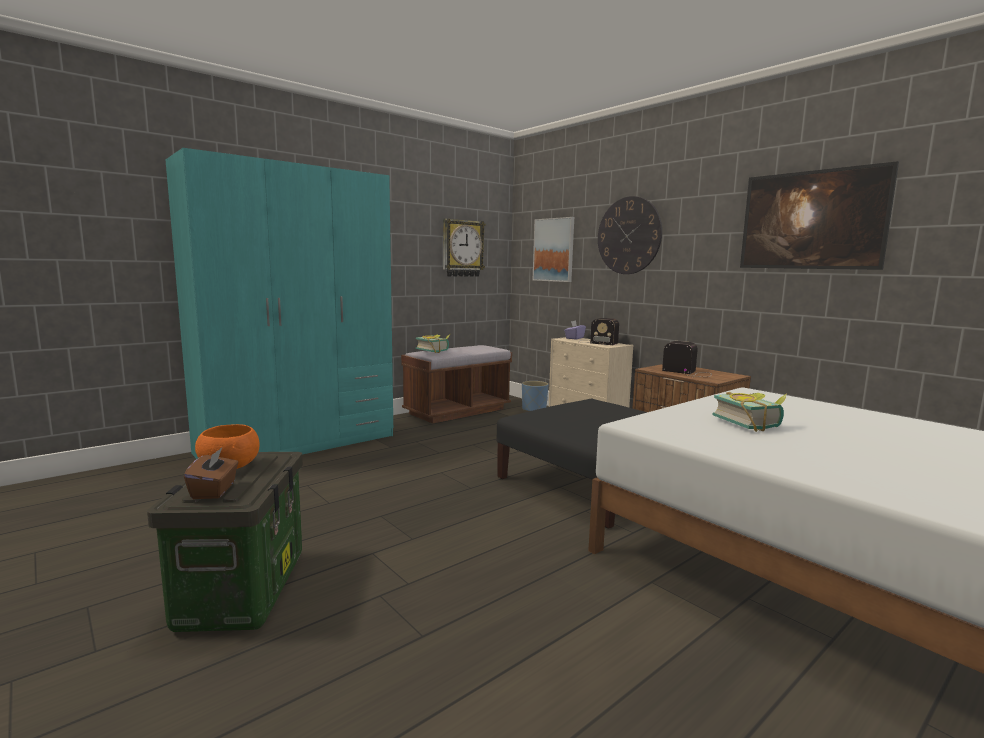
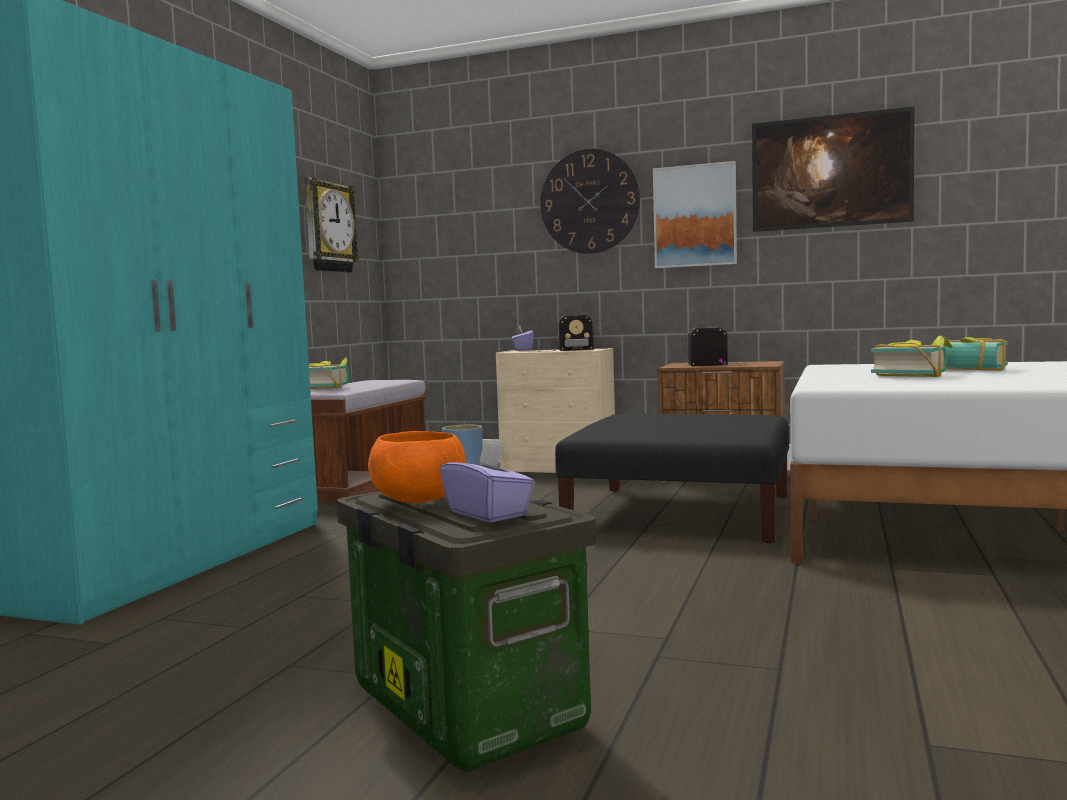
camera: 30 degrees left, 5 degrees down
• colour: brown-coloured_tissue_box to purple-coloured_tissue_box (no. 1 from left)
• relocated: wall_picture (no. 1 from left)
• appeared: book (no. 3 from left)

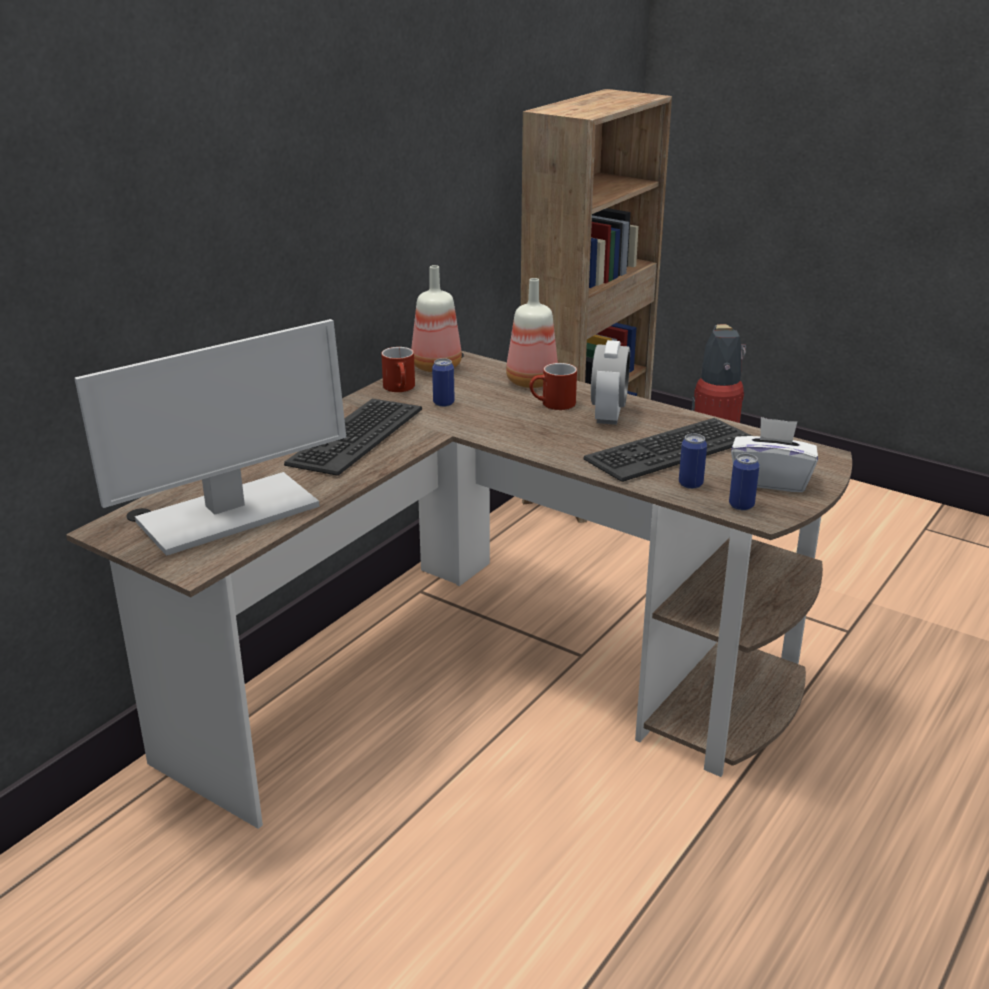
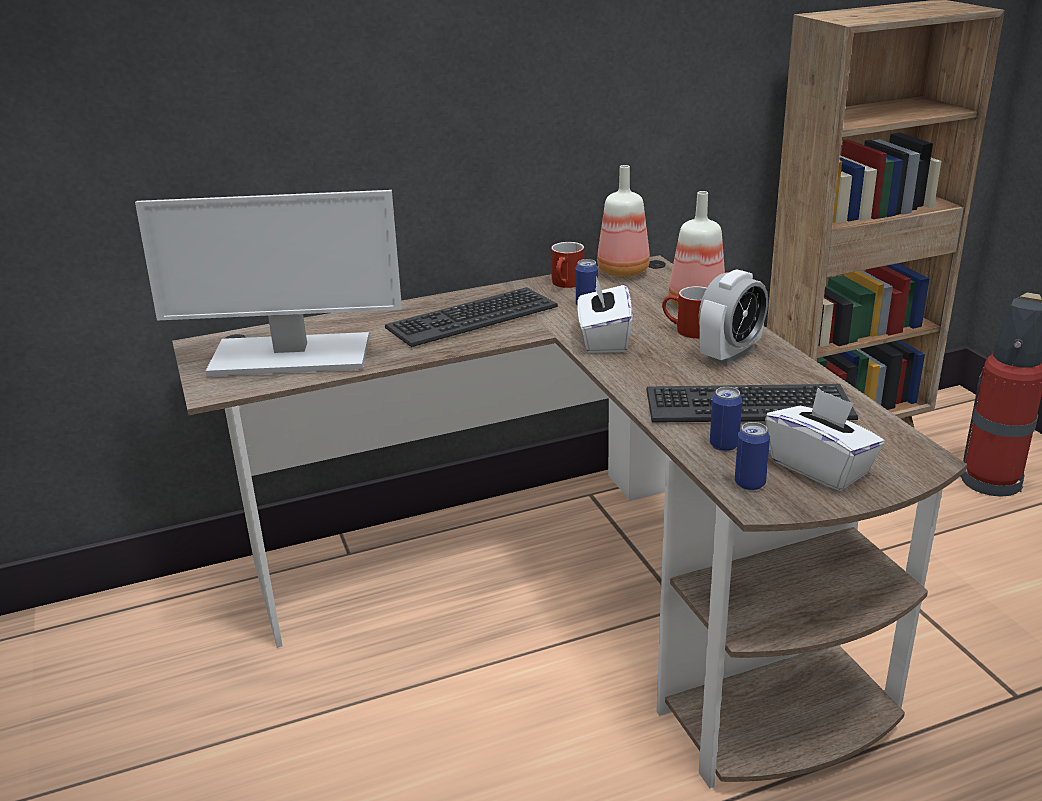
camera: 35 degrees right, 0 degrees up
• appeared: white_tissue_box (no. 1 from left)

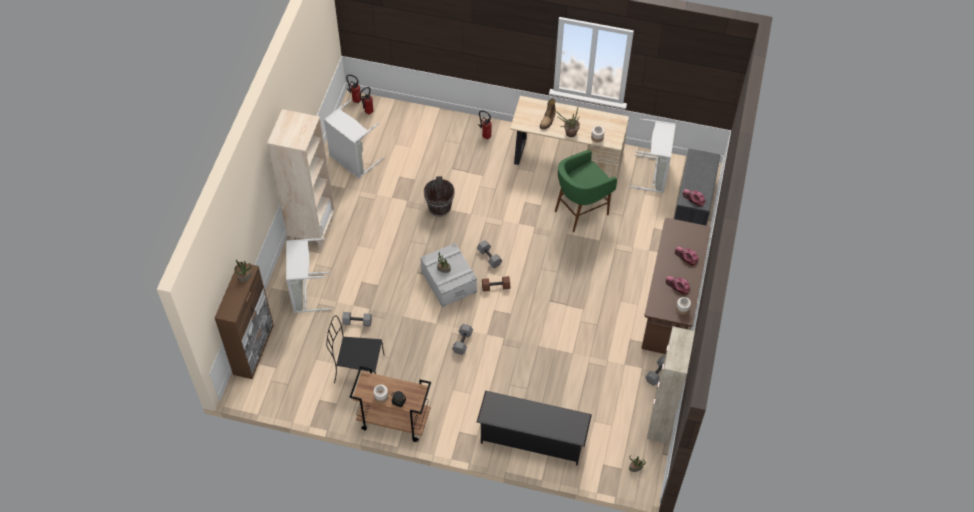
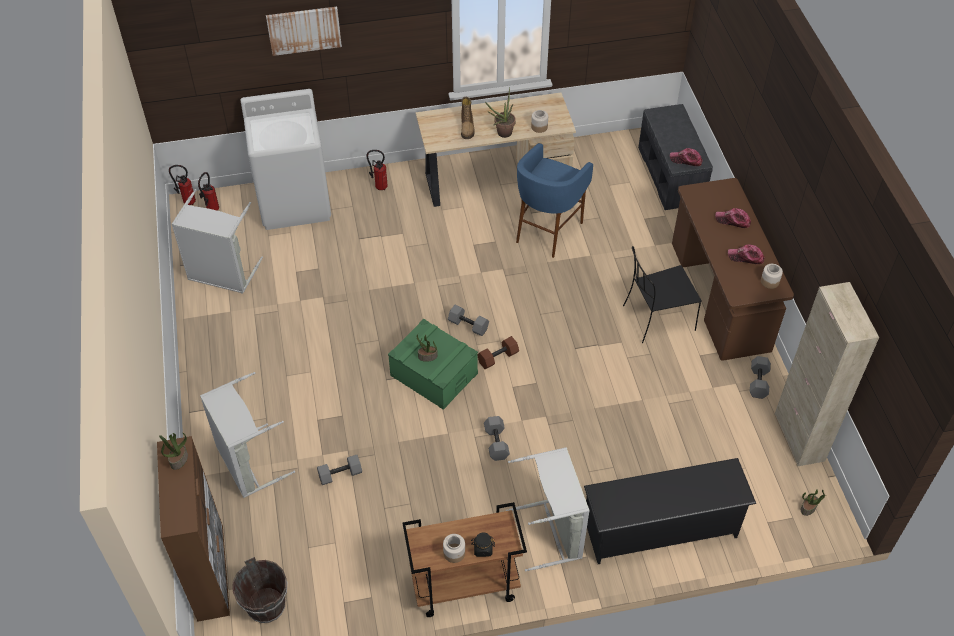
camera: 25 degrees left, 5 degrees down
• missing: beige-coloured_bookcase
• relocated: black_upright_chair
• colour: gray_storage_box to greenish_storage_box
• relocated: brown-coloured_water_bucket
• colour: greenish_sitting_stool to blue_sitting_stool
• relocated: gray_hamper (no. 3 from left)
• appeared: white_washing_machine
• appeared: wall_picture

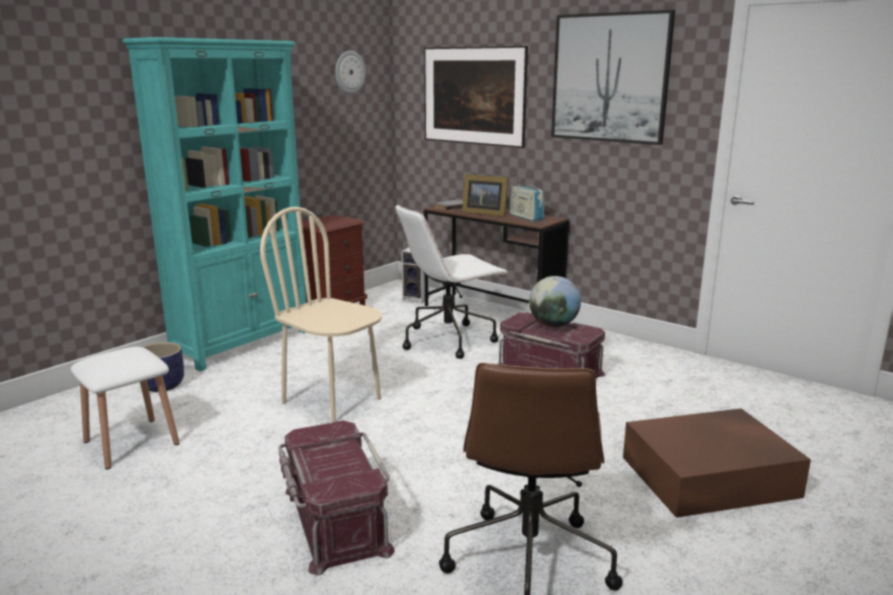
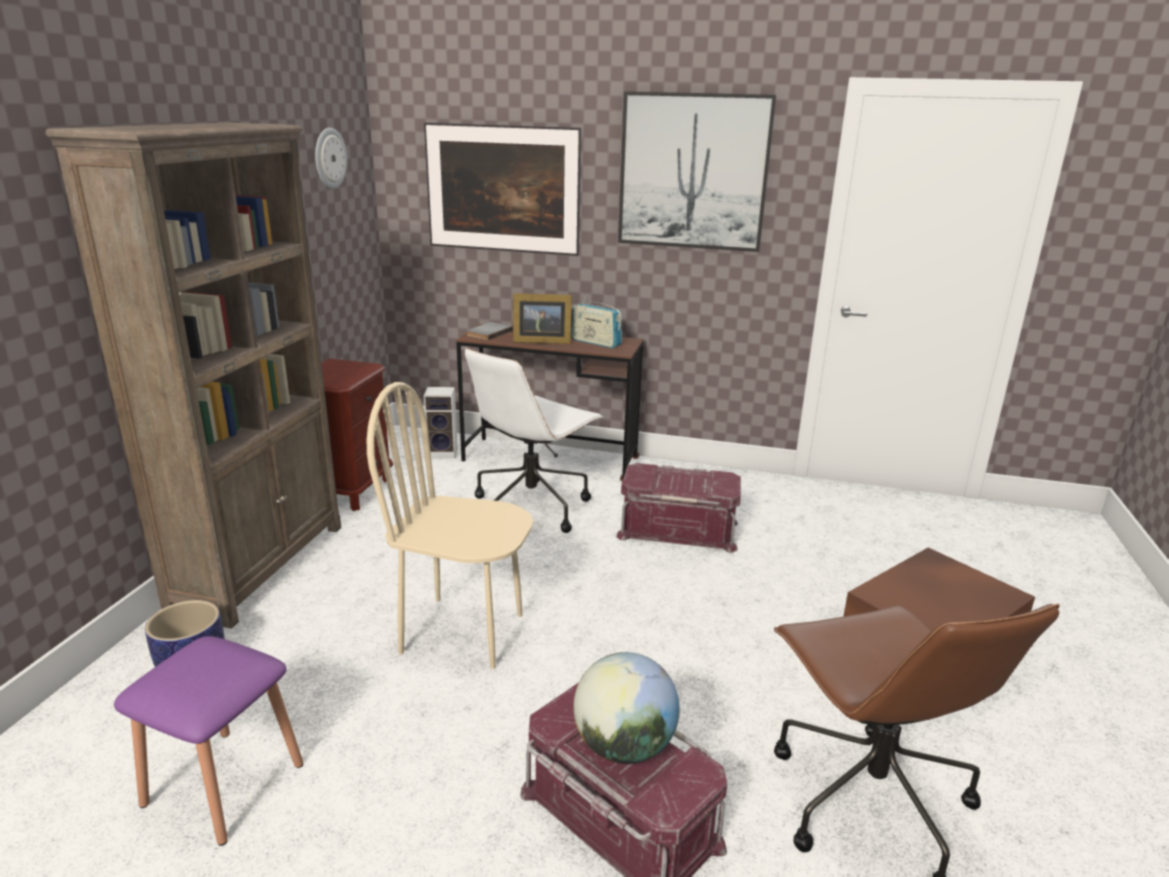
camera: 25 degrees left, 5 degrees up
• colour: white_sitting_stool to purple-coloured_sitting_stool
• colour: blue-green_bookcase to brown-coloured_bookcase
• relocated: globe

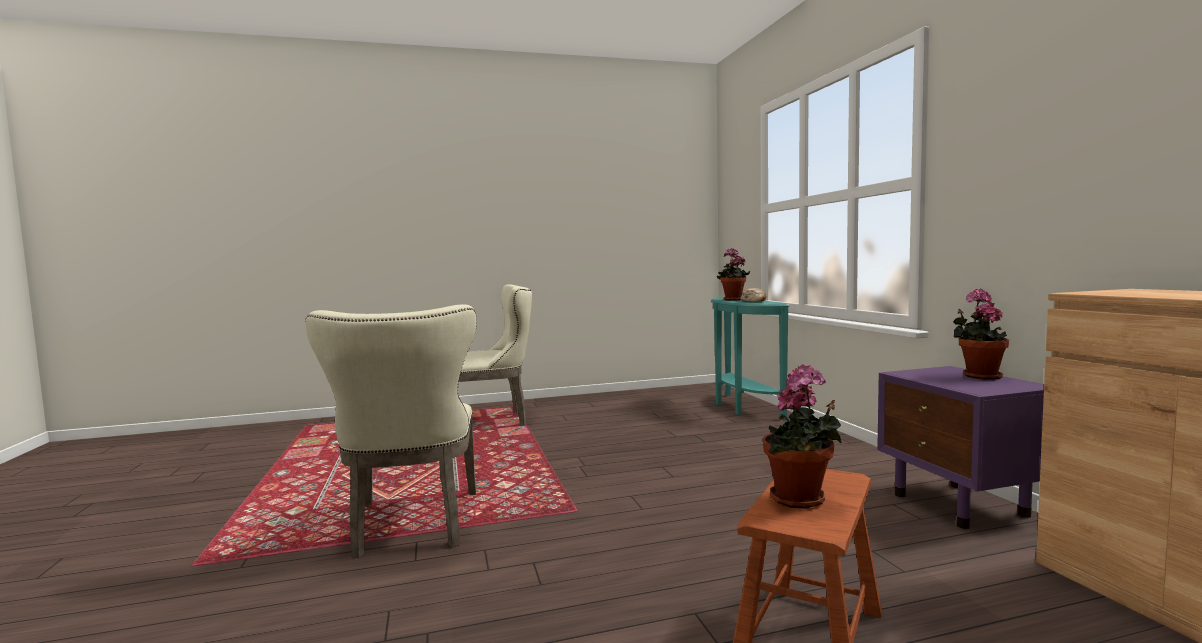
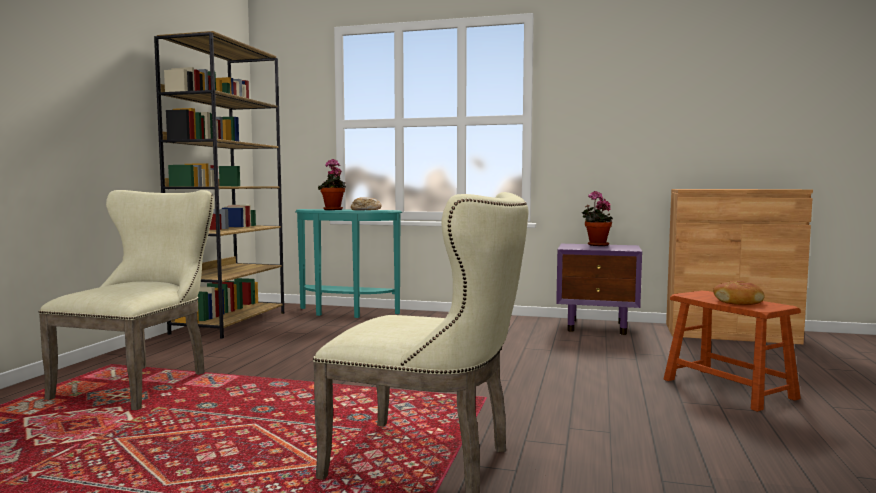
camera: 60 degrees left, 0 degrees up
• exchanged: houseplant (no. 2 from left) to bread (no. 2 from left)
• appeared: brown-coloured_bookcase

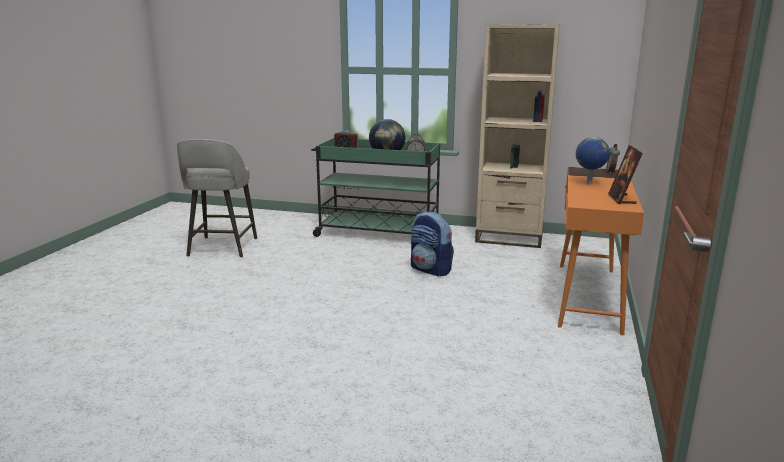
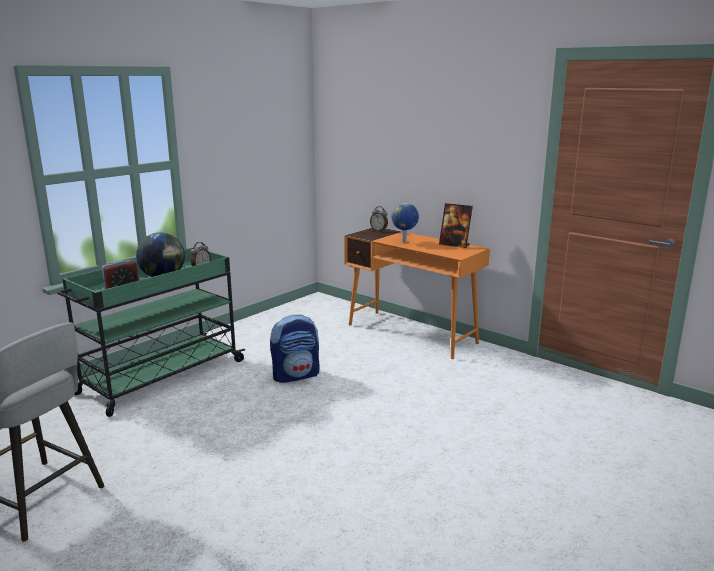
camera: 65 degrees left, 0 degrees up
• missing: beige-coloured_bookcase

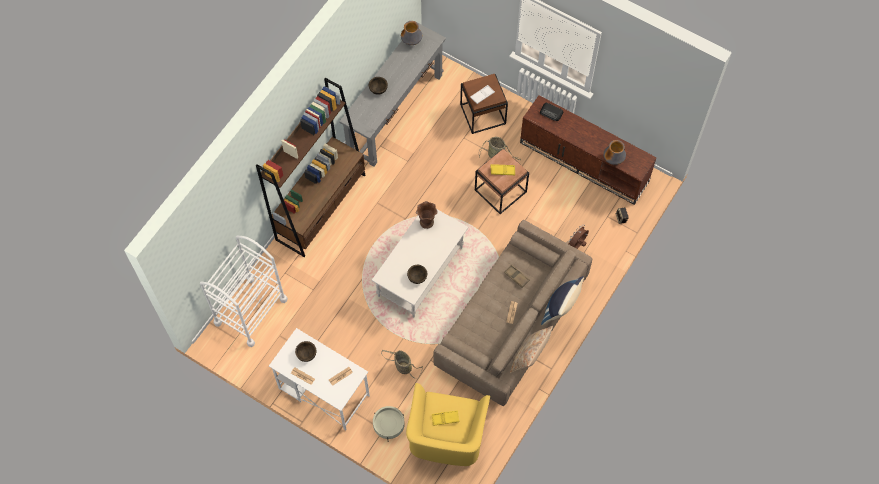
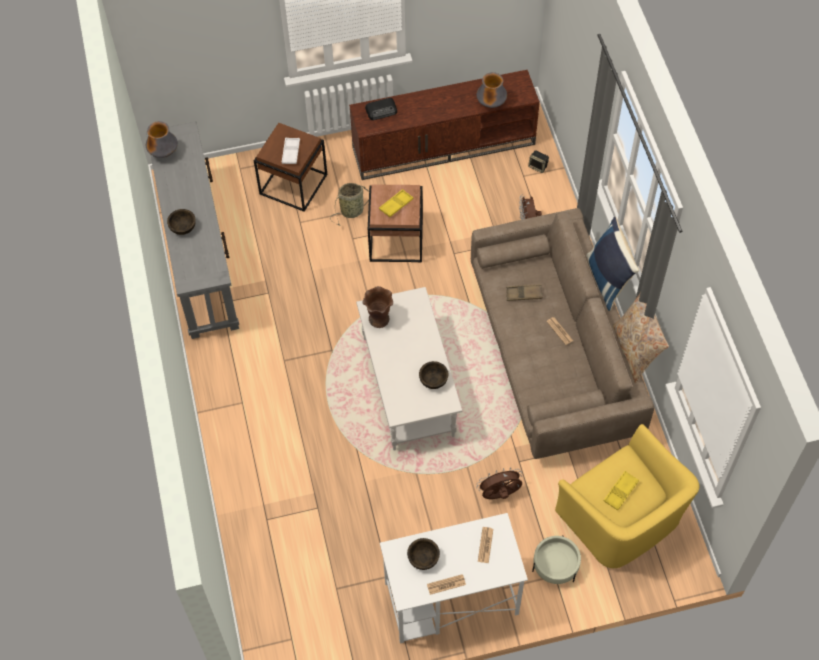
camera: 45 degrees left, 5 degrees down
• missing: white_cart
• missing: brown-coloured_bookcase
• exchanged: storage_basket (no. 1 from left) to brown-coloured_fan (no. 1 from left)

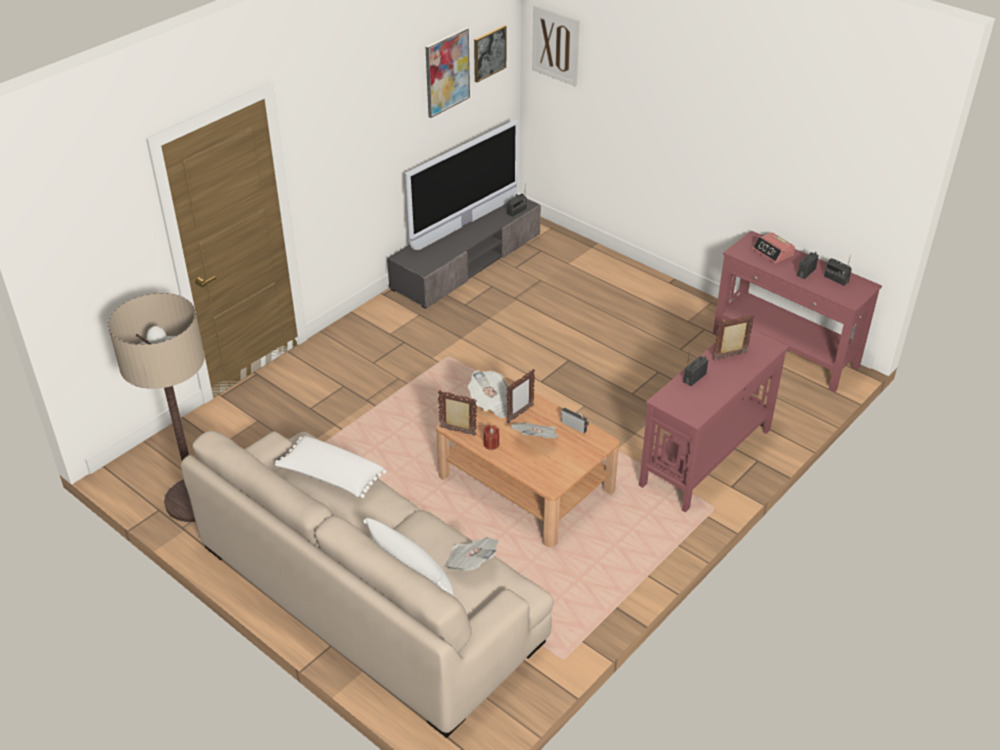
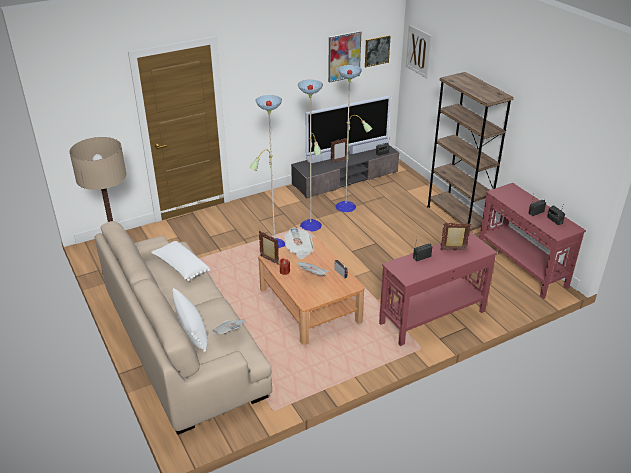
camera: 20 degrees right, 5 degrees down
• relocated: photo_frame (no. 2 from left)
• missing: alarm_clock
• appeared: standing_lamp (no. 2 from left)
• appeared: brown-coloured_bookcase

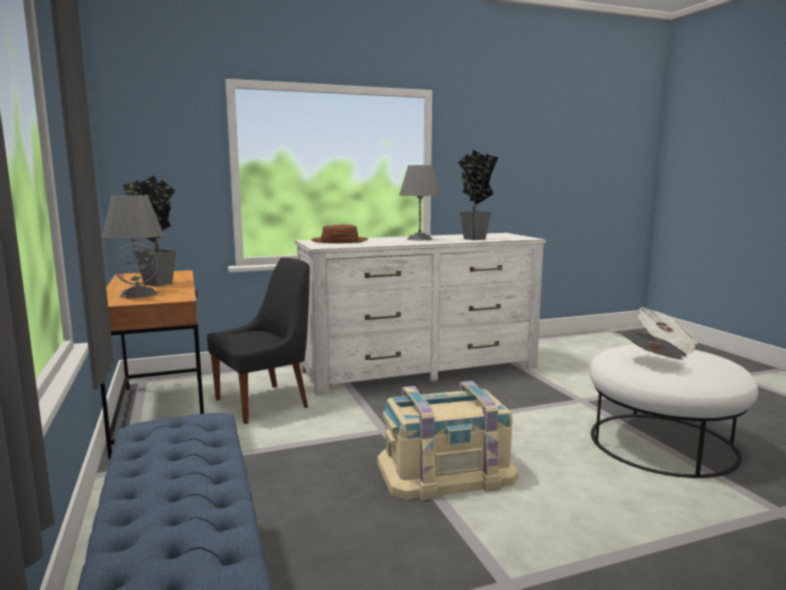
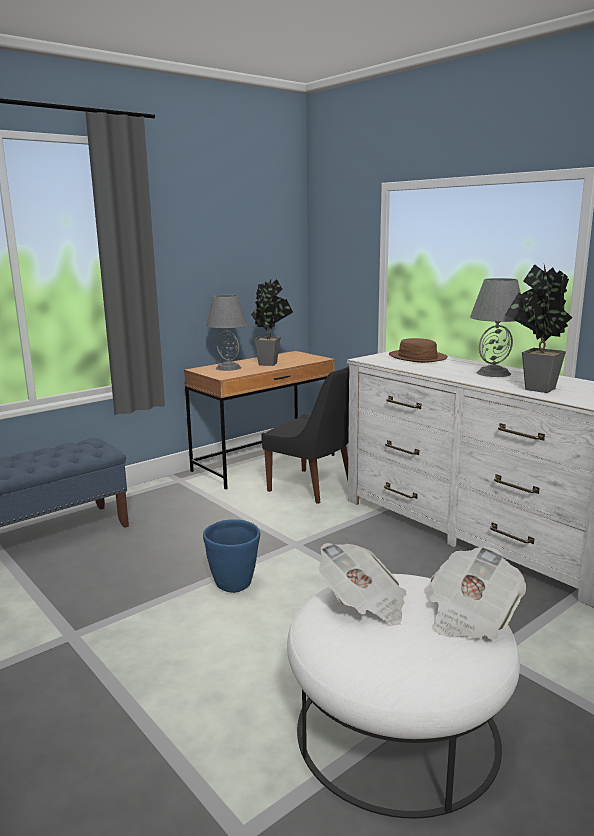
camera: 70 degrees right, 5 degrees up
• exchanged: beige-coloured_storage_box to blue_planter

